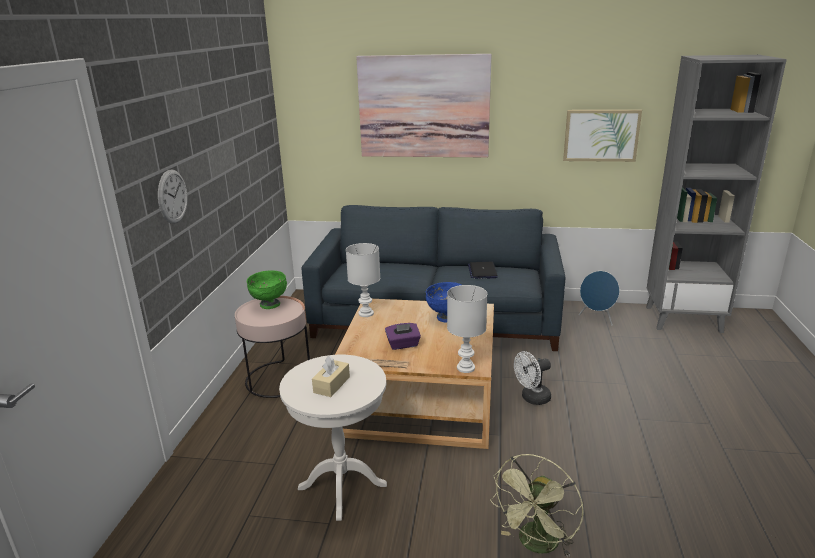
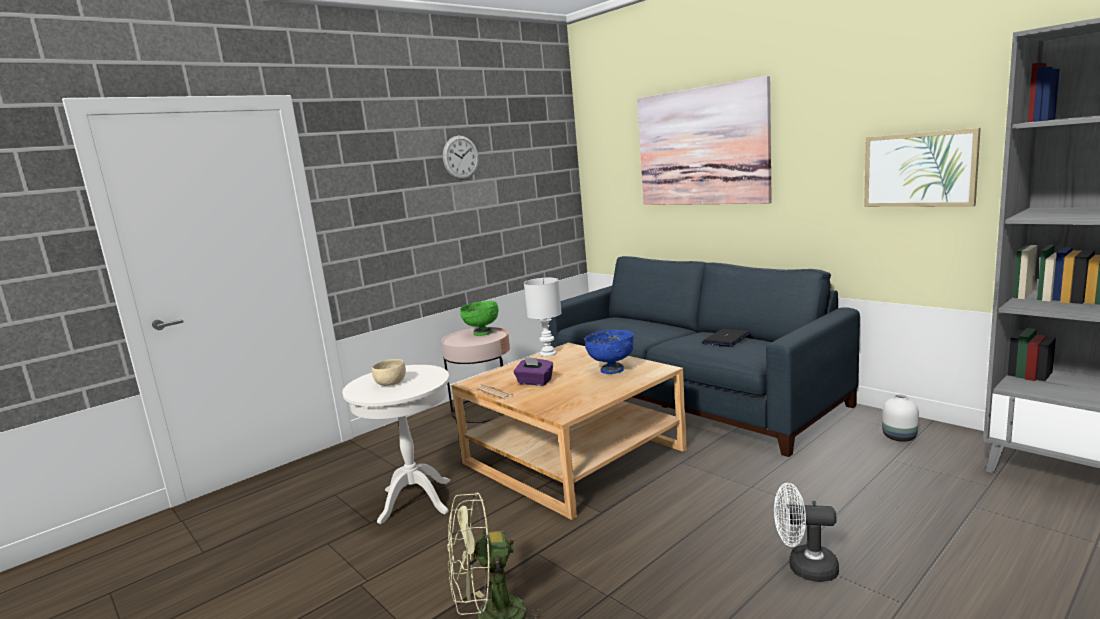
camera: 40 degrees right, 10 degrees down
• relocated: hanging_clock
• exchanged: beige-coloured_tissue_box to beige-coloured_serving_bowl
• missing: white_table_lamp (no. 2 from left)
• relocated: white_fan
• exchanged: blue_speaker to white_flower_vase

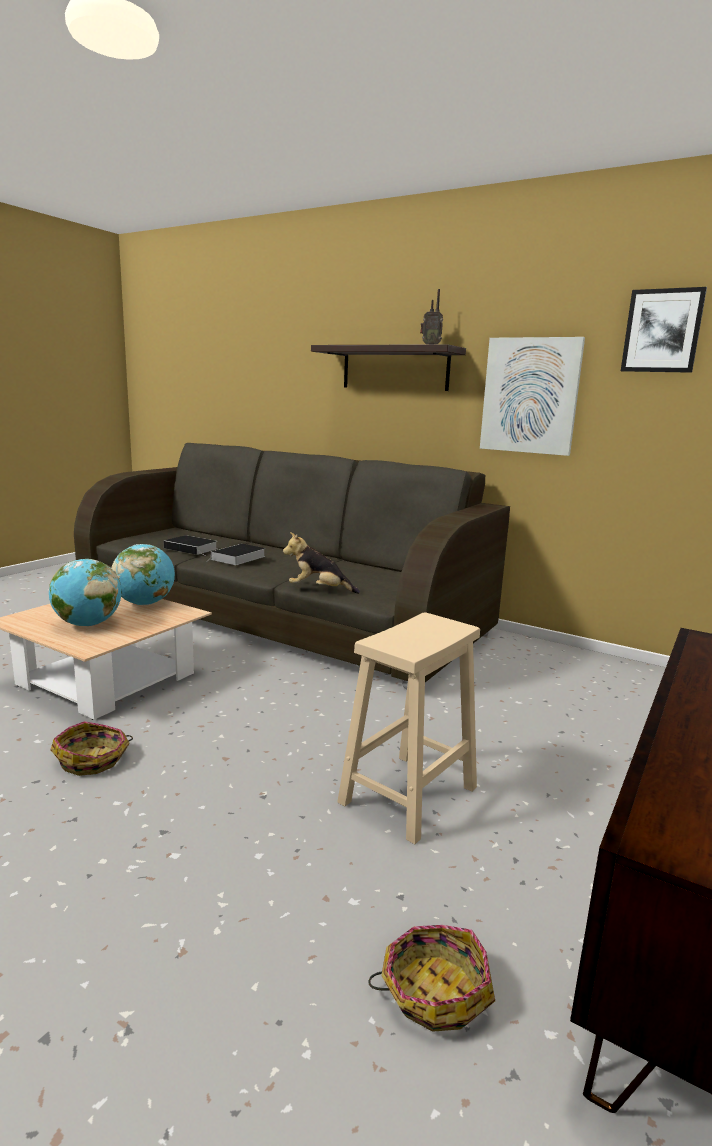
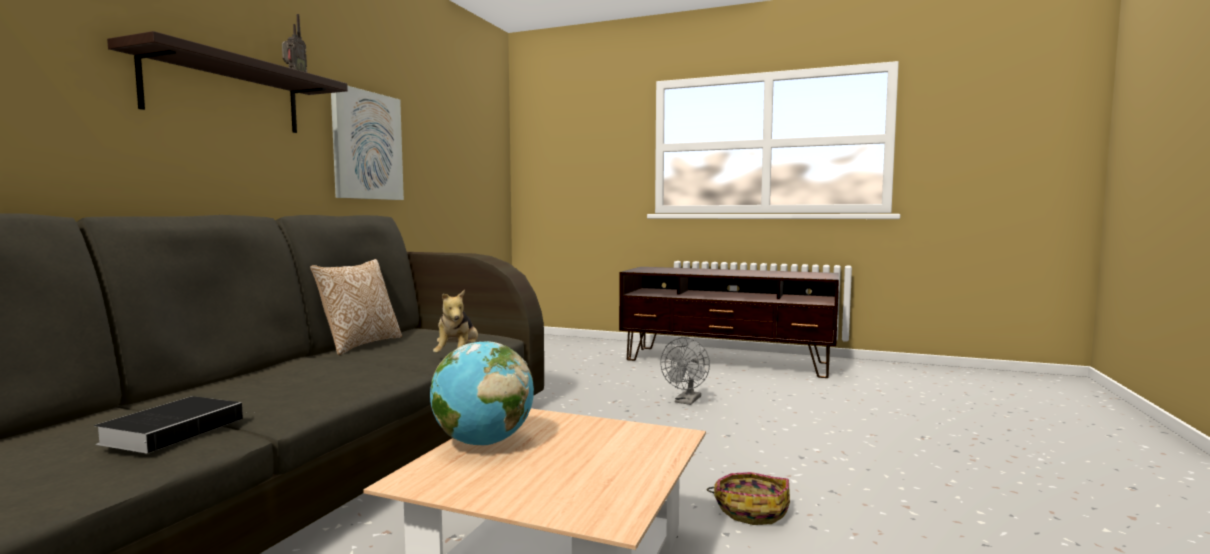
camera: 100 degrees left, 10 degrees down
• missing: globe (no. 1 from left)
• missing: book (no. 2 from left)
• exchanged: beige-coloured_sitting_stool to gray_fan
• missing: storage_basket (no. 2 from left)
• missing: wall_picture (no. 2 from left)
• appeared: throw_pillow

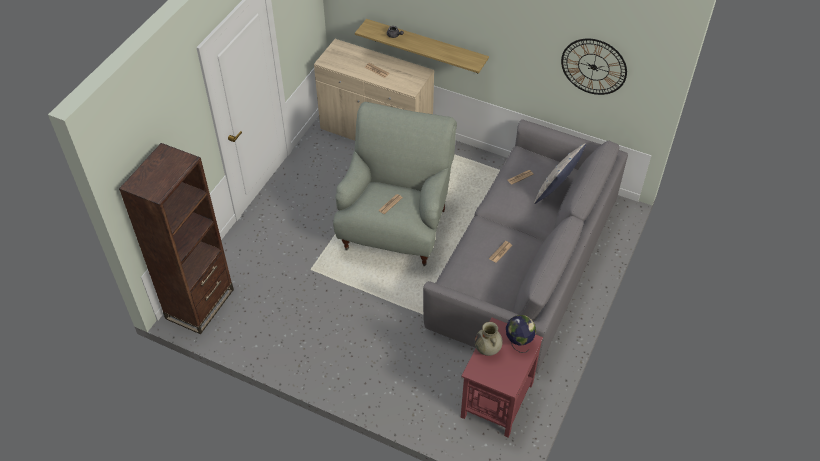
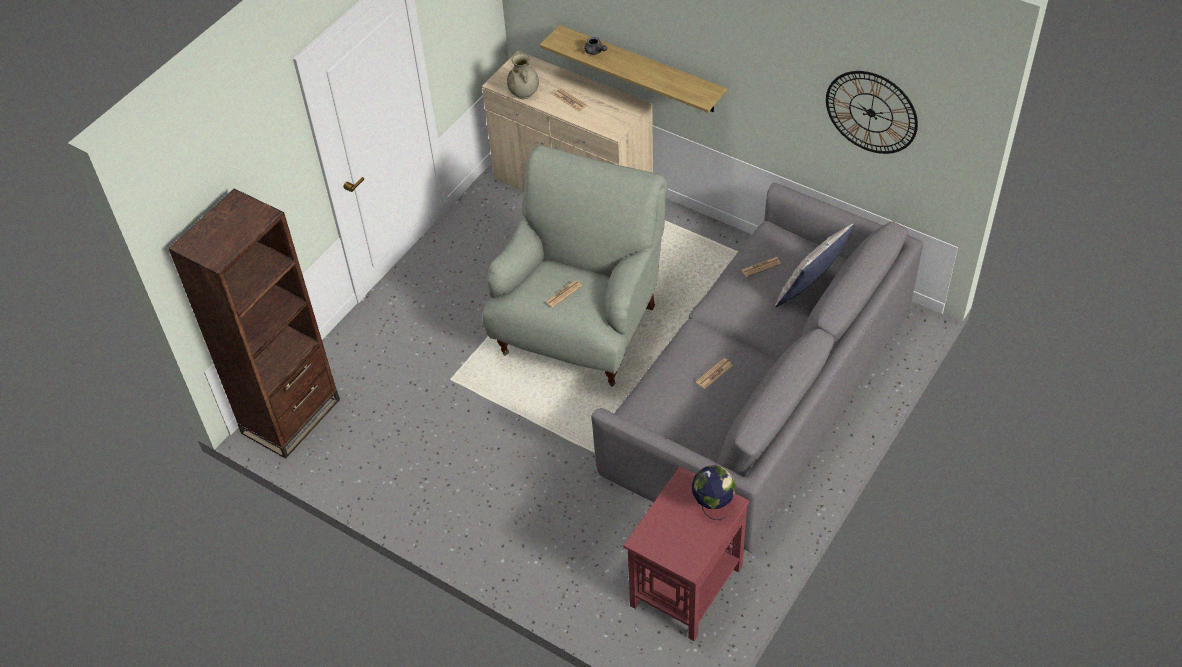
camera: 10 degrees right, 0 degrees up
• relocated: beige-coloured_flower_vase

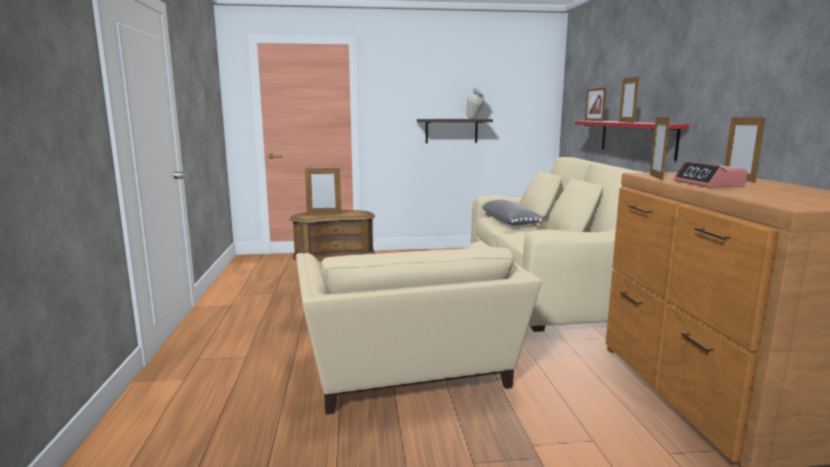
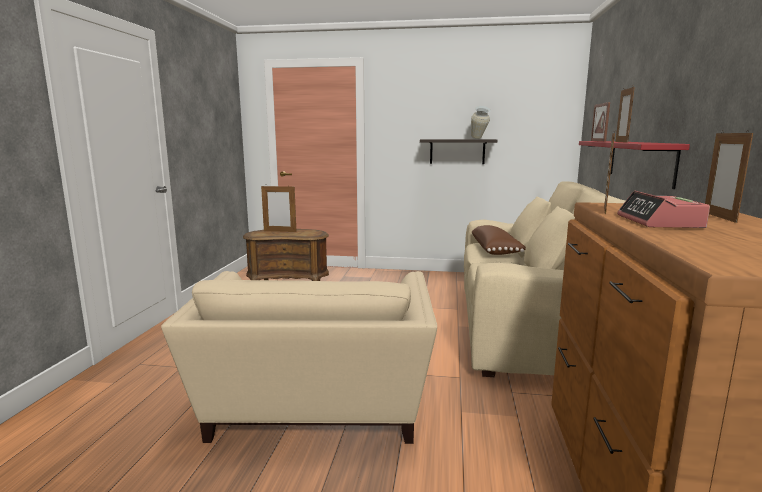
camera: 15 degrees right, 0 degrees up
• colour: gray_throw_pillow to brown-coloured_throw_pillow

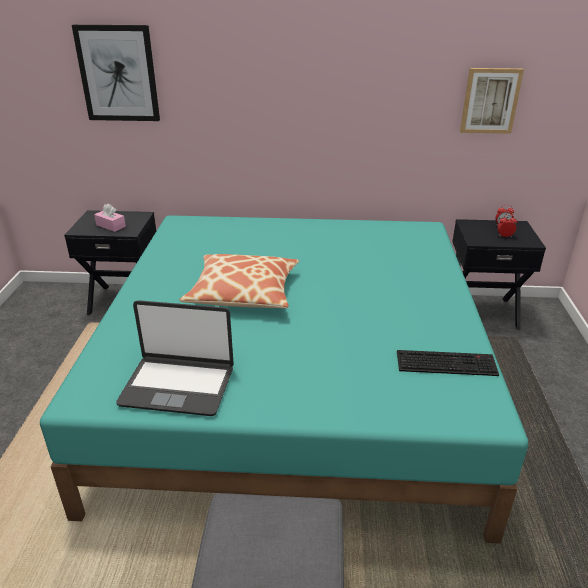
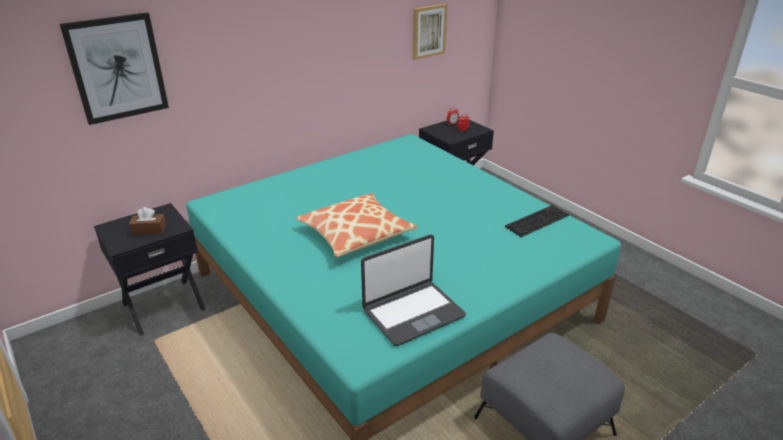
camera: 40 degrees left, 0 degrees up
• colour: pinkish_tissue_box to brown-coloured_tissue_box

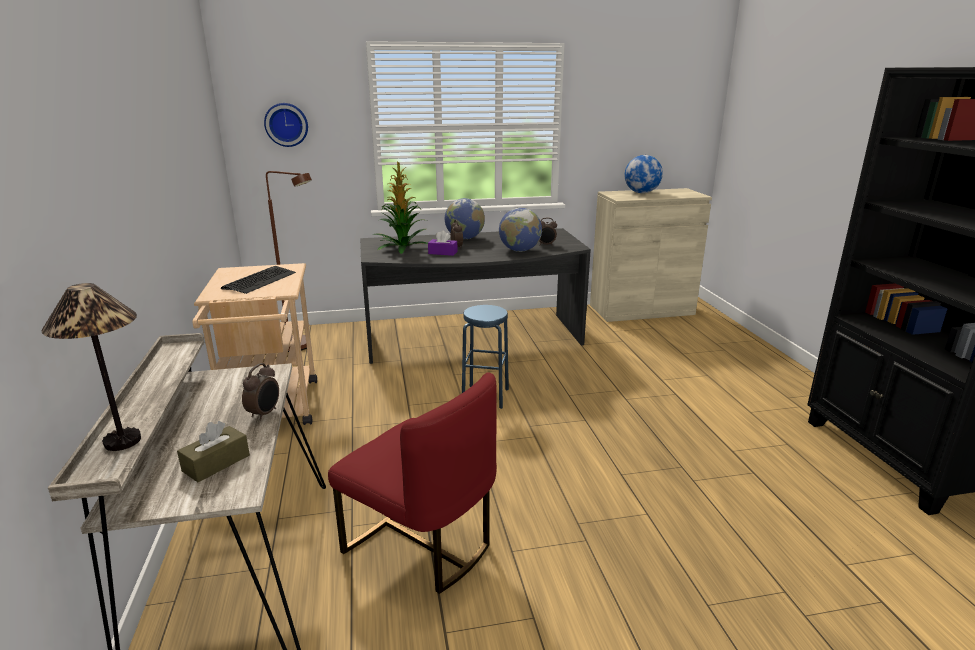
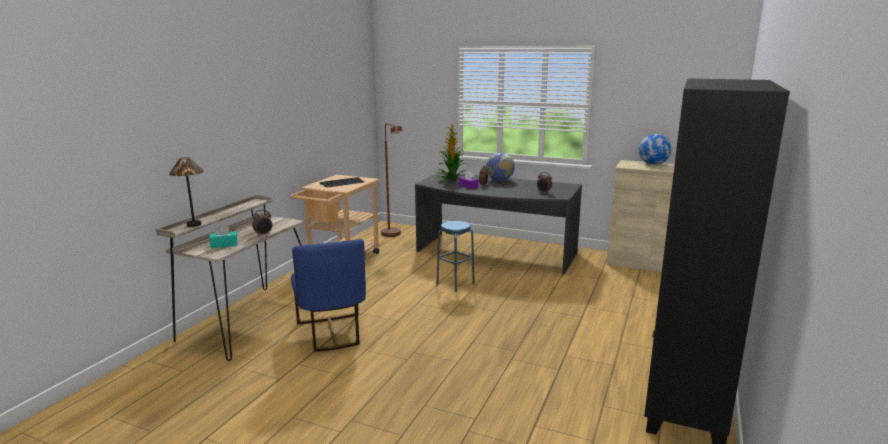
camera: 35 degrees right, 5 degrees down
• colour: brown-coloured_tissue_box to blue-green_tissue_box
• missing: hanging_clock
• colour: red_upright_chair to blue_upright_chair
• missing: globe (no. 2 from left)

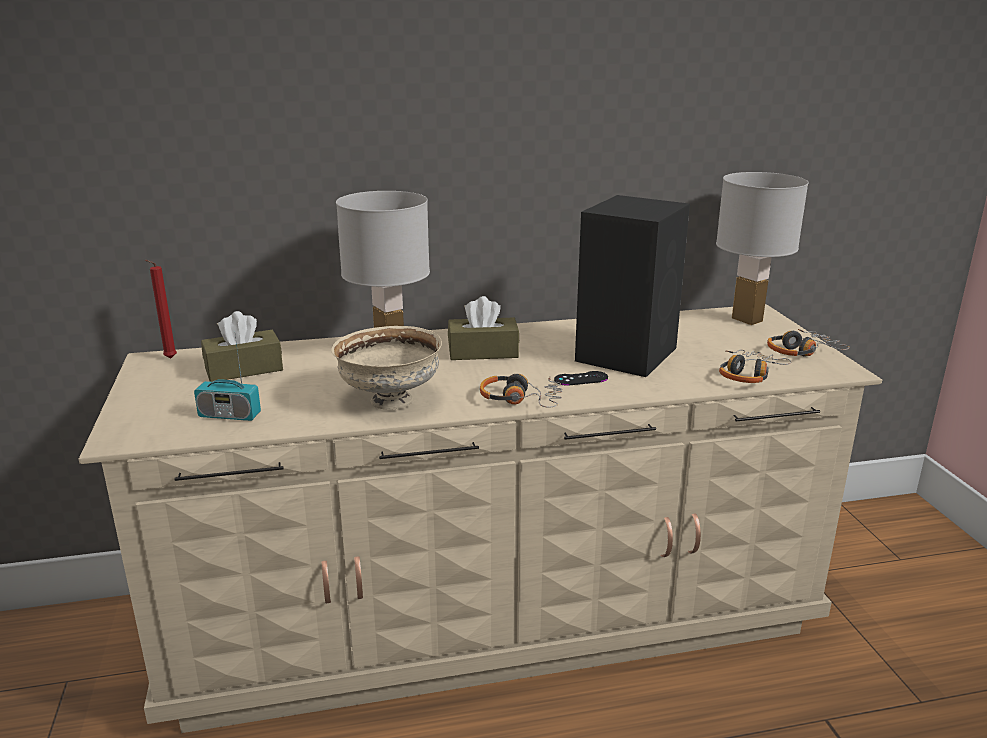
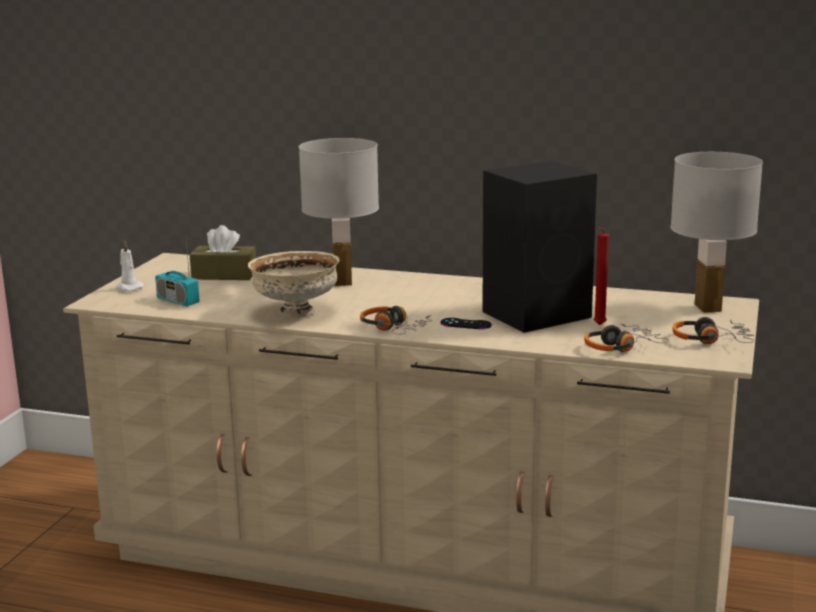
camera: 30 degrees right, 5 degrees down
• relocated: red_wax_candle
• missing: brown-coloured_tissue_box (no. 2 from left)
• appeared: white_wax_candle

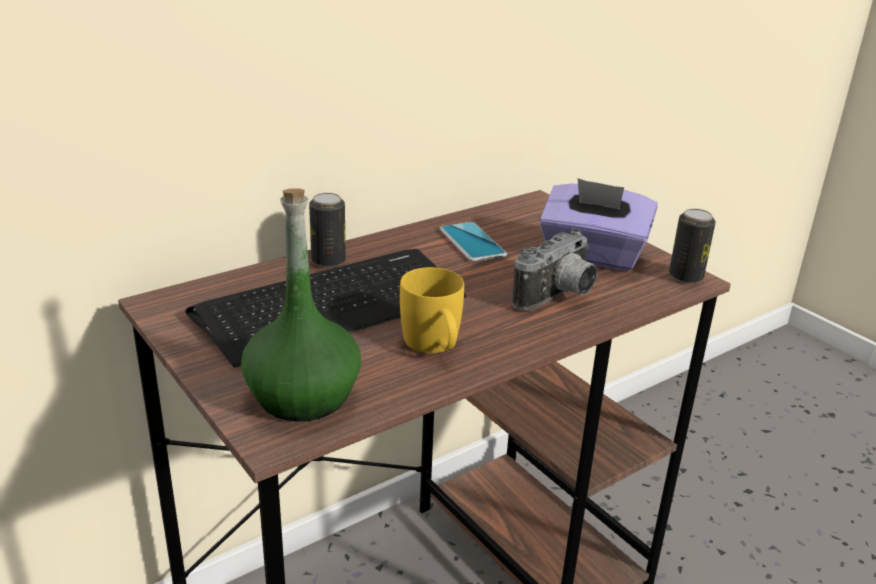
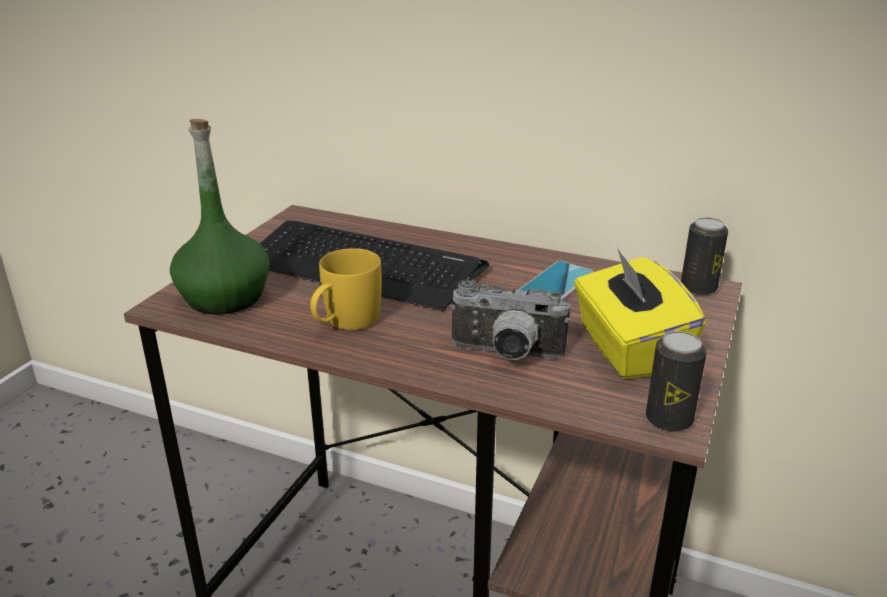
camera: 60 degrees right, 0 degrees up
• relocated: sealed_can (no. 1 from left in the first image) to sealed_can (no. 2 from left)
• colour: purple-coloured_tissue_box to yellow-coloured_tissue_box

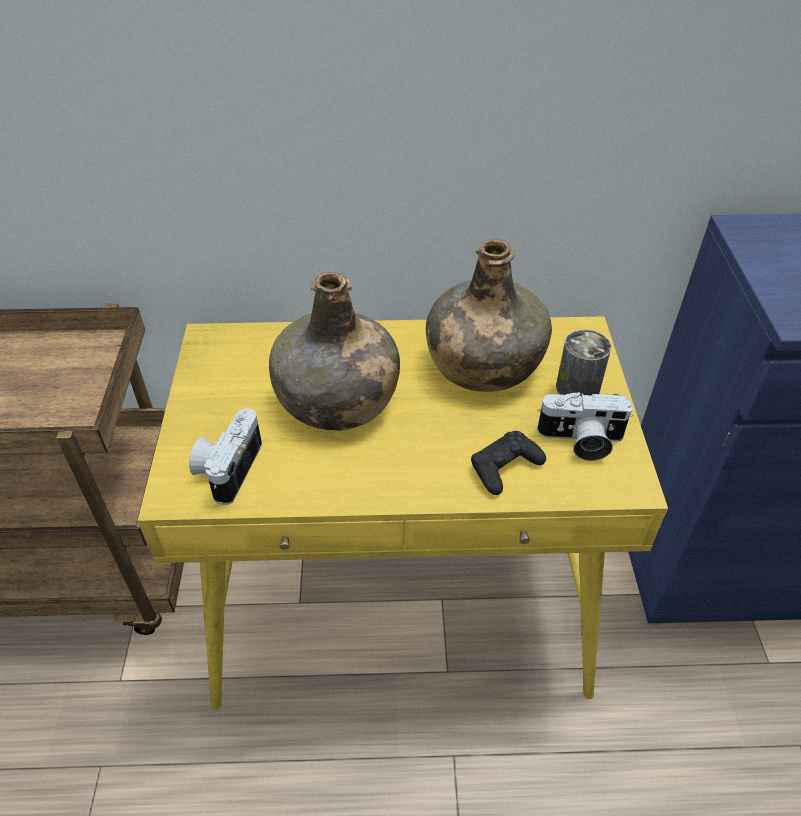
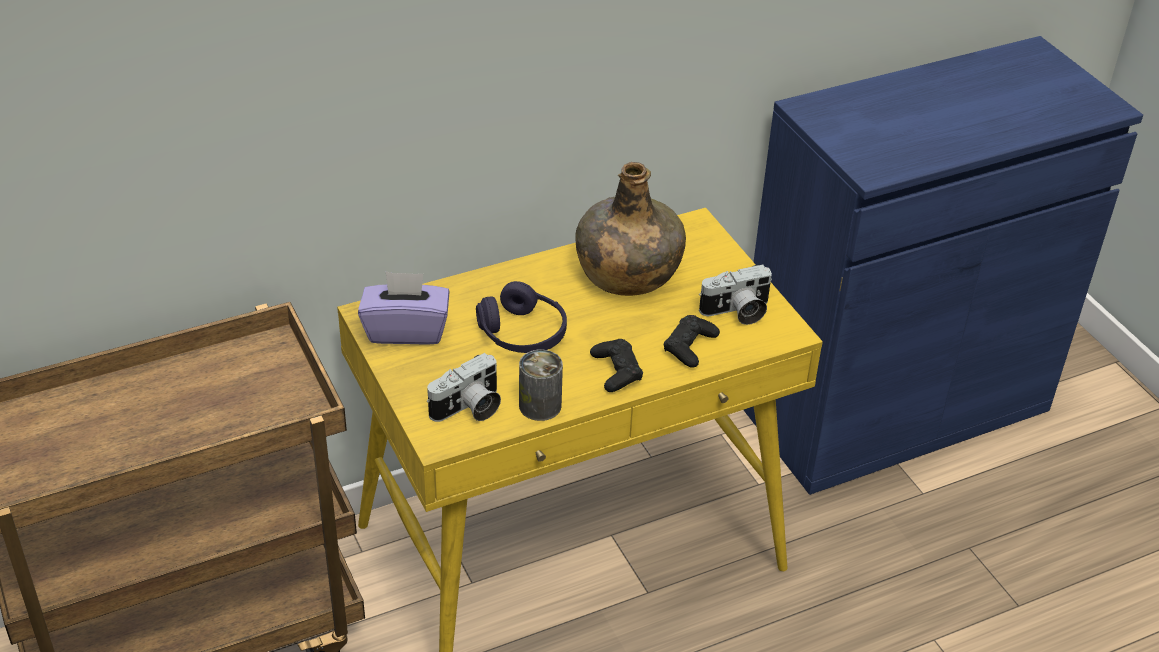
camera: 25 degrees left, 5 degrees down
• spun: photo_camera (no. 1 from left) 120 degrees counterclockwise
• exchanged: greenish_drink_bottle (no. 1 from left) to purple-coloured_headphones
• relocated: sealed_can
• appeared: purple-coloured_tissue_box
• appeared: black_game_controller (no. 1 from left)

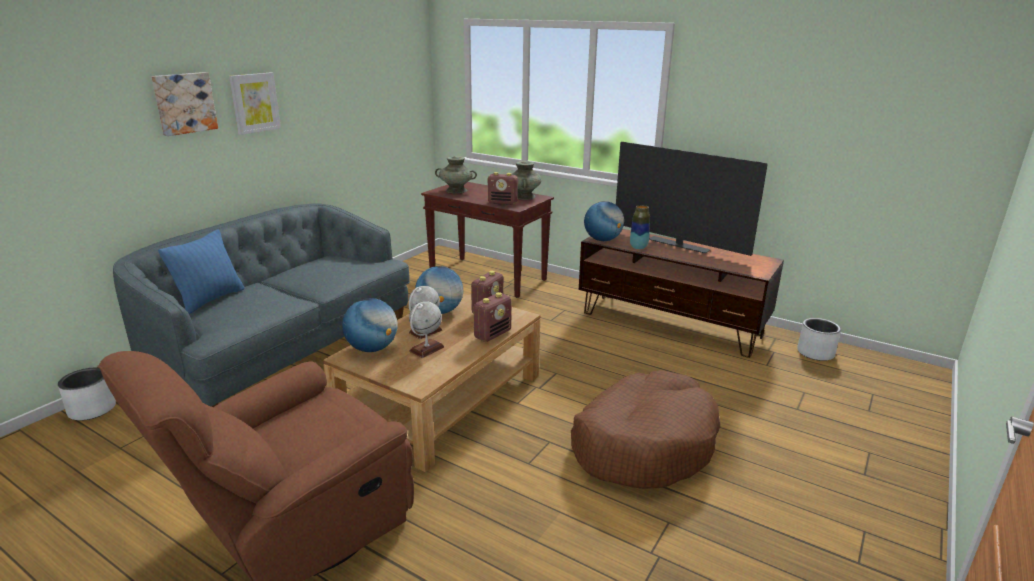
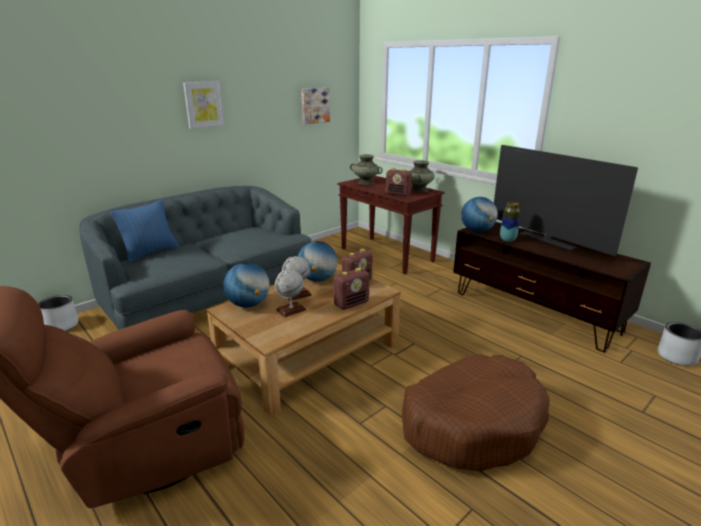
camera: 15 degrees right, 0 degrees up
• relocated: wall_picture (no. 1 from left in the first image) to wall_picture (no. 2 from left)

